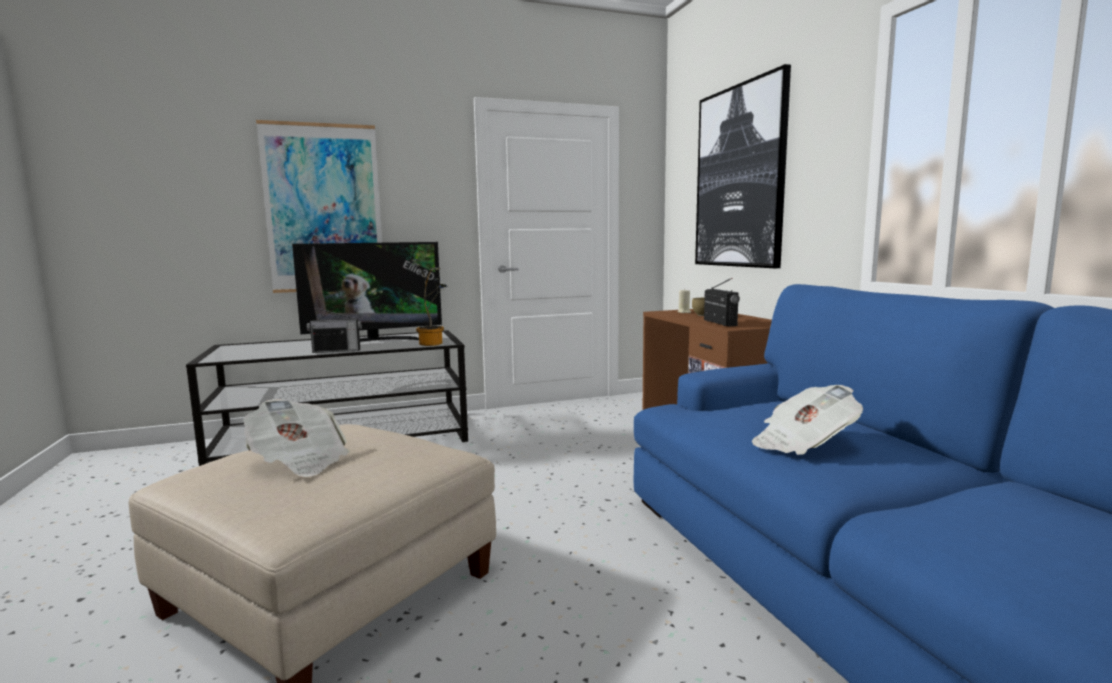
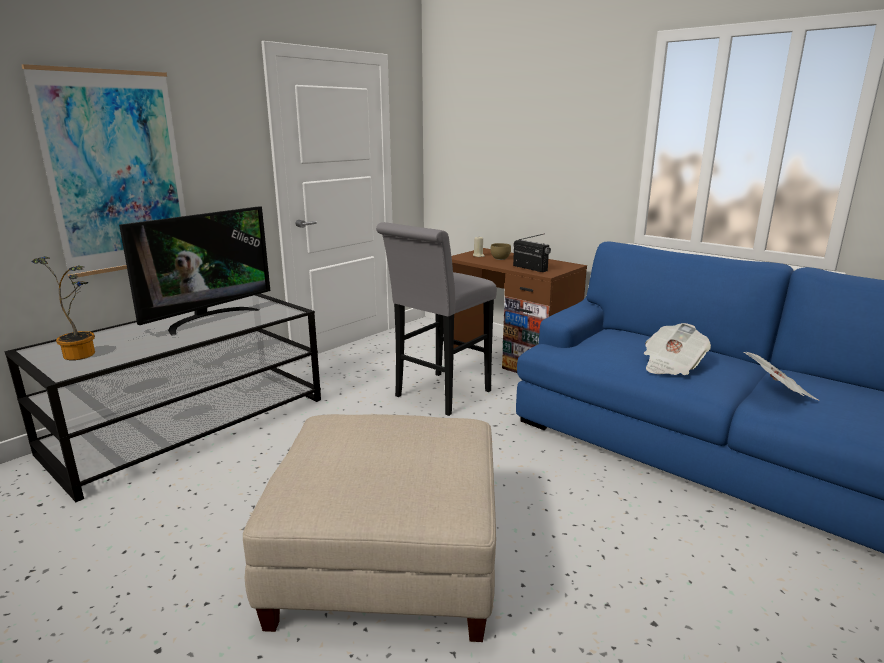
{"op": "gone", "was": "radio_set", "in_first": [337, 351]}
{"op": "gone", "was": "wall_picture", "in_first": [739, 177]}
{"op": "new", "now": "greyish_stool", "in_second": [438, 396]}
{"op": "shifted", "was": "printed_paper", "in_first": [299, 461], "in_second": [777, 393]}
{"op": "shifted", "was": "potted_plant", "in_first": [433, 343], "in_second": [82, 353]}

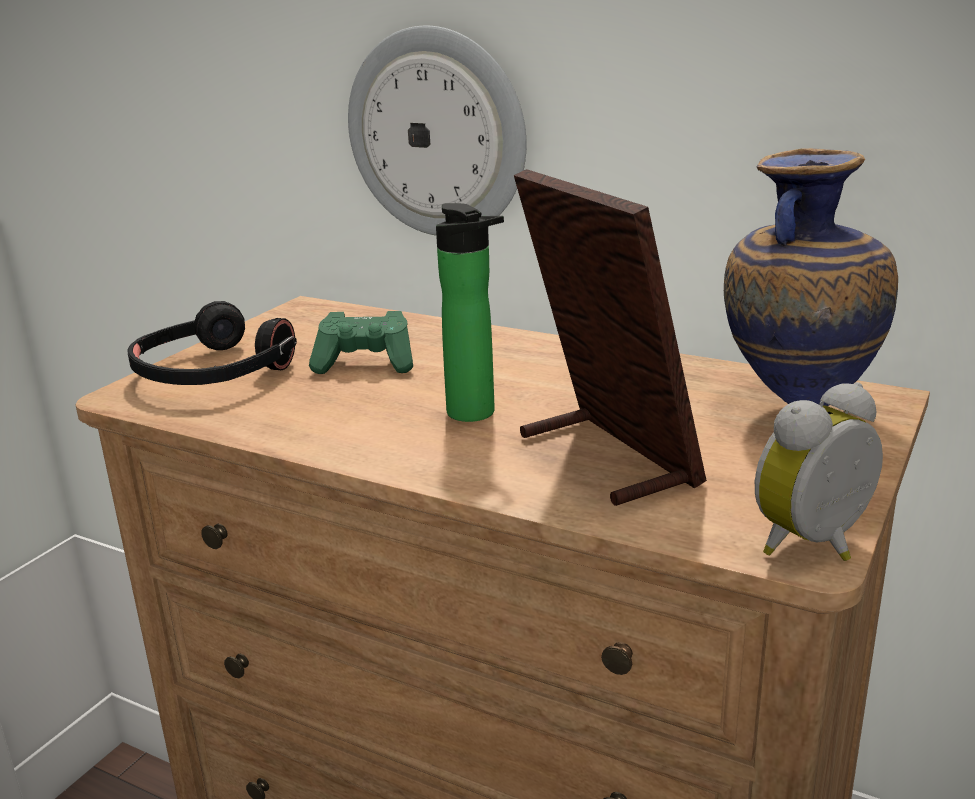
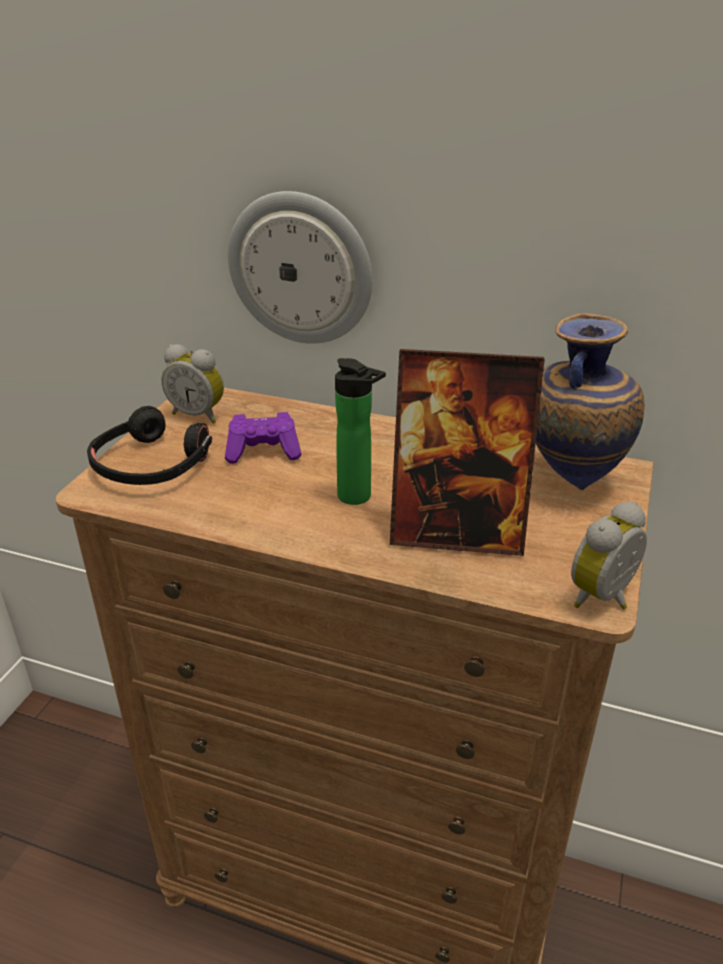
{"op": "new", "now": "bedside_clock", "in_second": [199, 415]}
{"op": "repainted", "was": "green-coloured_gamepad", "now": "purple_gamepad", "in_first": [366, 364], "in_second": [264, 452]}
{"op": "rotated", "was": "photo_frame", "in_first": [605, 457], "in_second": [456, 532], "clockwise": 135}

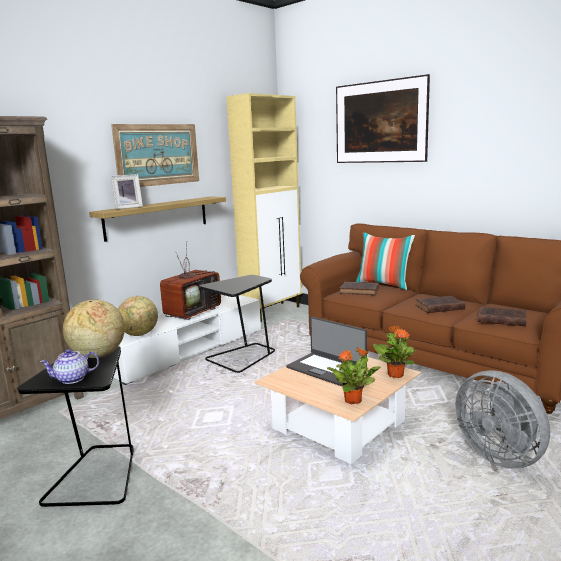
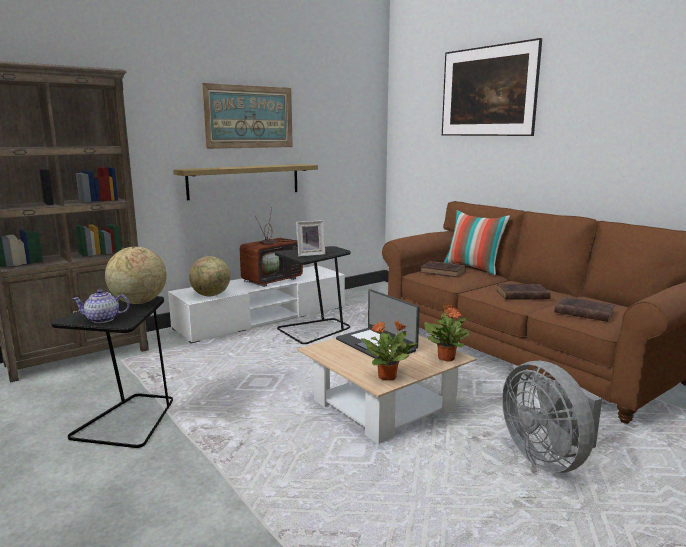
{"op": "gone", "was": "beige-coloured_cupboard", "in_first": [272, 311]}
{"op": "shifted", "was": "photo_frame", "in_first": [128, 207], "in_second": [310, 254]}

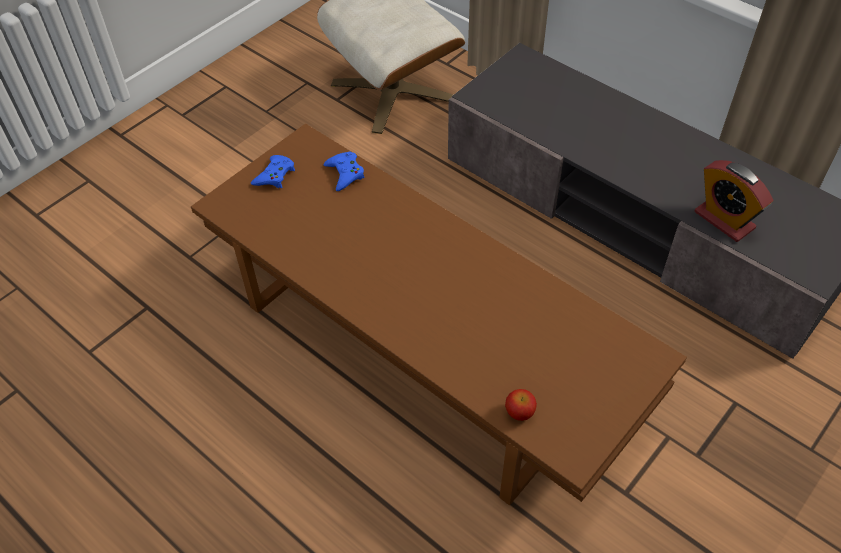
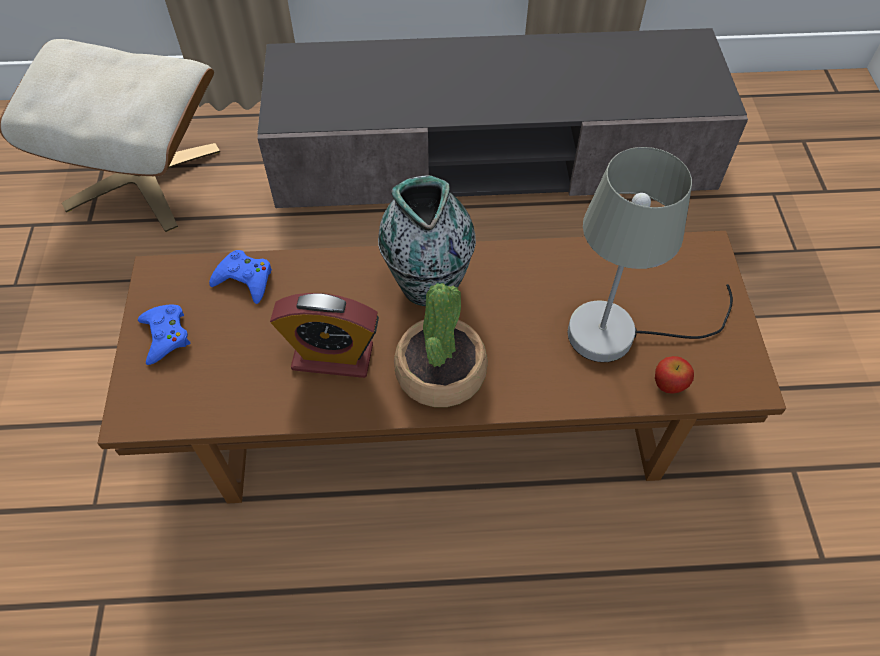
{"op": "new", "now": "flower_vase", "in_second": [428, 283]}
{"op": "new", "now": "potted_plant", "in_second": [441, 372]}
{"op": "new", "now": "greyish_table_lamp", "in_second": [621, 332]}
{"op": "shifted", "was": "bedside_clock", "in_first": [724, 220], "in_second": [332, 357]}

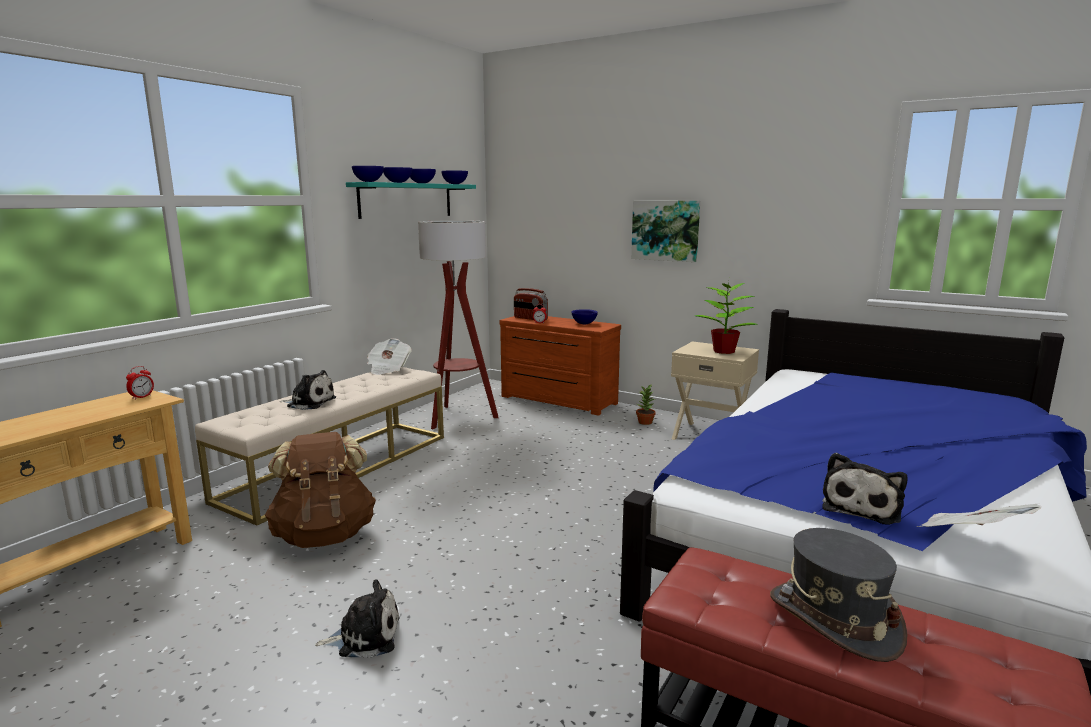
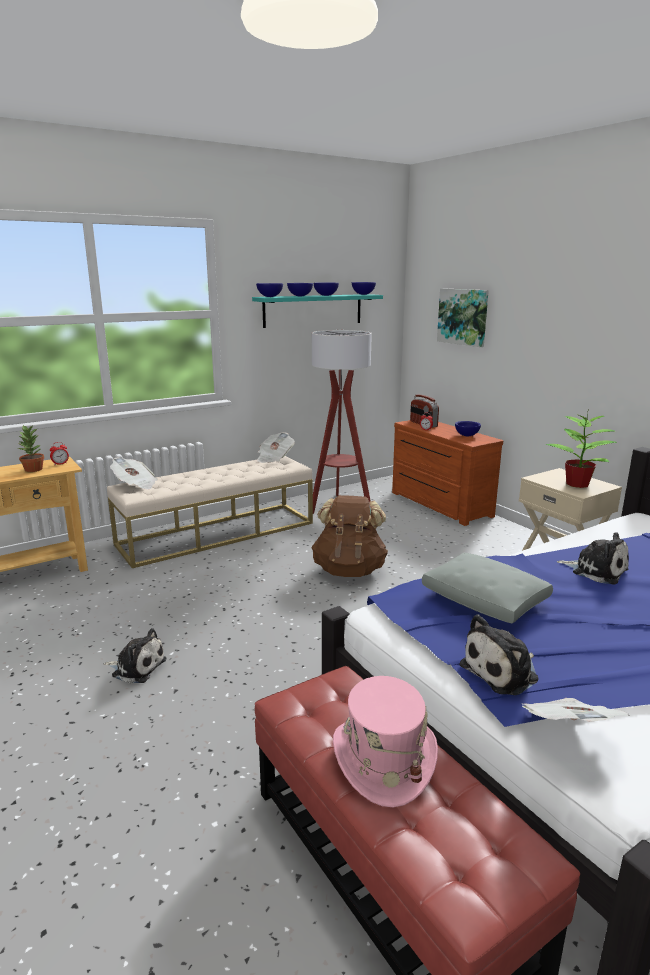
{"op": "new", "now": "printed_paper", "in_second": [135, 484]}
{"op": "new", "now": "greyish_throw_pillow", "in_second": [485, 601]}
{"op": "shifted", "was": "brown_backpack", "in_first": [324, 535], "in_second": [349, 570]}
{"op": "shifted", "was": "cuddly_toy", "in_first": [309, 403], "in_second": [596, 570]}
{"op": "shifted", "was": "wall_picture", "in_first": [665, 230], "in_second": [463, 316]}
{"op": "shifted", "was": "potted_plant", "in_first": [645, 422], "in_second": [33, 469]}
{"op": "repainted", "was": "greyish_hat", "now": "pink_hat", "in_first": [833, 620], "in_second": [383, 759]}

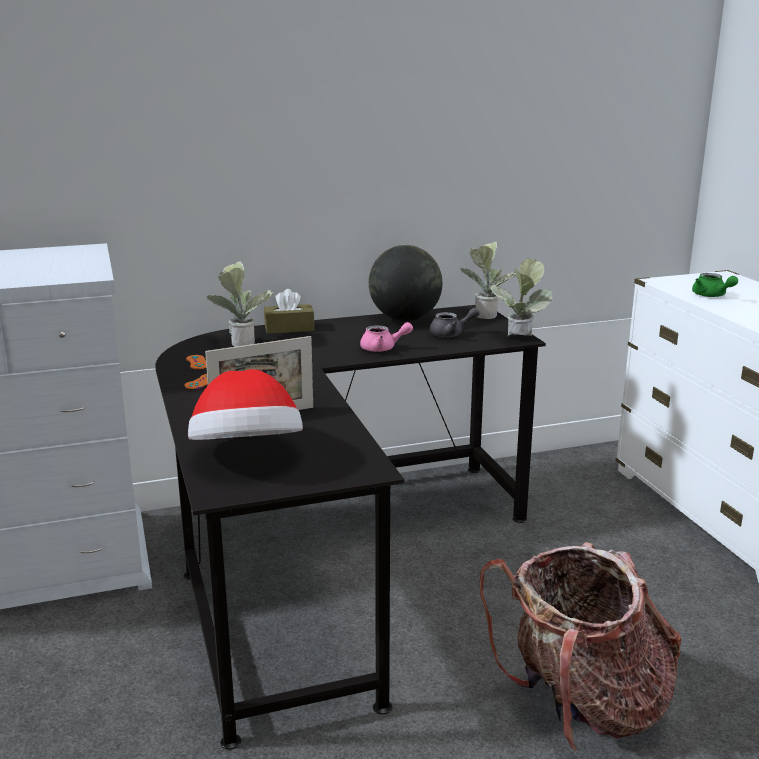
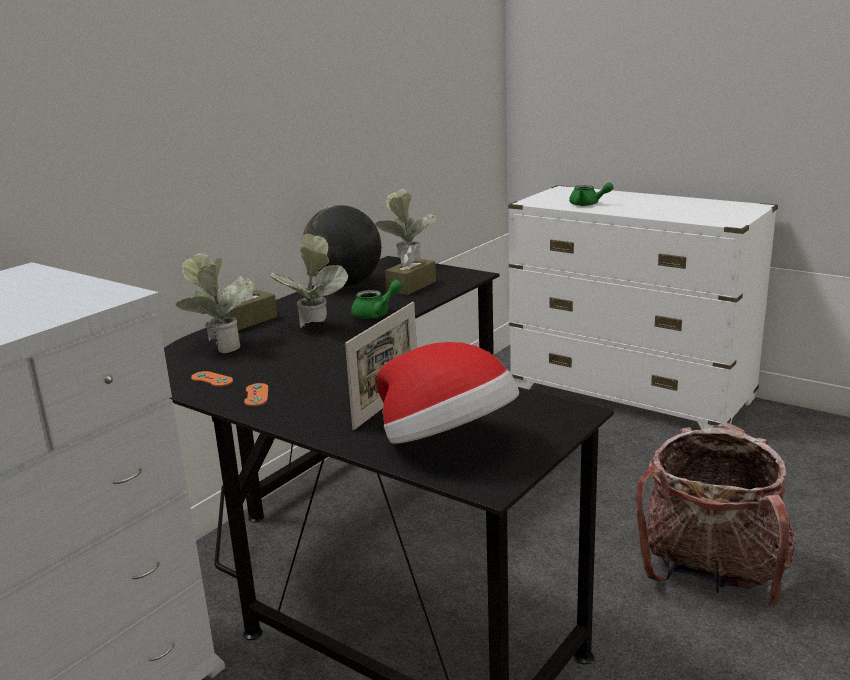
{"op": "shifted", "was": "potted_plant", "in_first": [518, 340], "in_second": [315, 328]}
{"op": "swapped", "was": "greyish_tea_pot", "now": "brown_tissue_holder", "in_first": [451, 334], "in_second": [411, 286]}
{"op": "repainted", "was": "pink_tea_pot", "now": "green-coloured_tea_pot", "in_first": [383, 348], "in_second": [376, 314]}

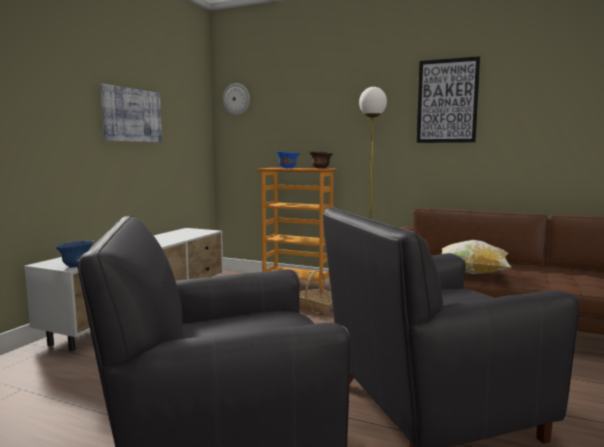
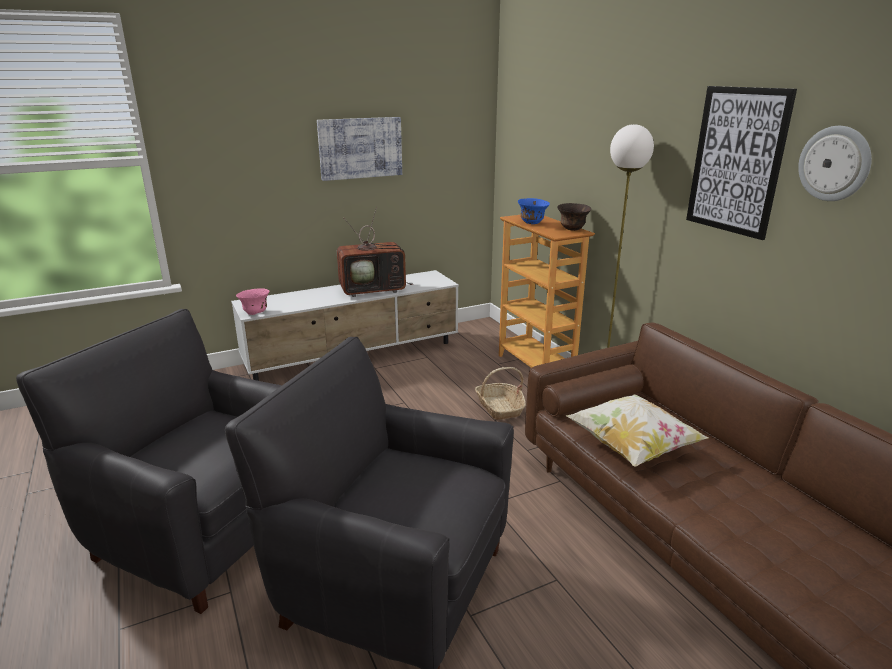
{"op": "new", "now": "television", "in_second": [374, 289]}
{"op": "shifted", "was": "hanging_clock", "in_first": [237, 99], "in_second": [834, 163]}
{"op": "repainted", "was": "blue_serving_bowl", "now": "pink_serving_bowl", "in_first": [76, 266], "in_second": [255, 313]}

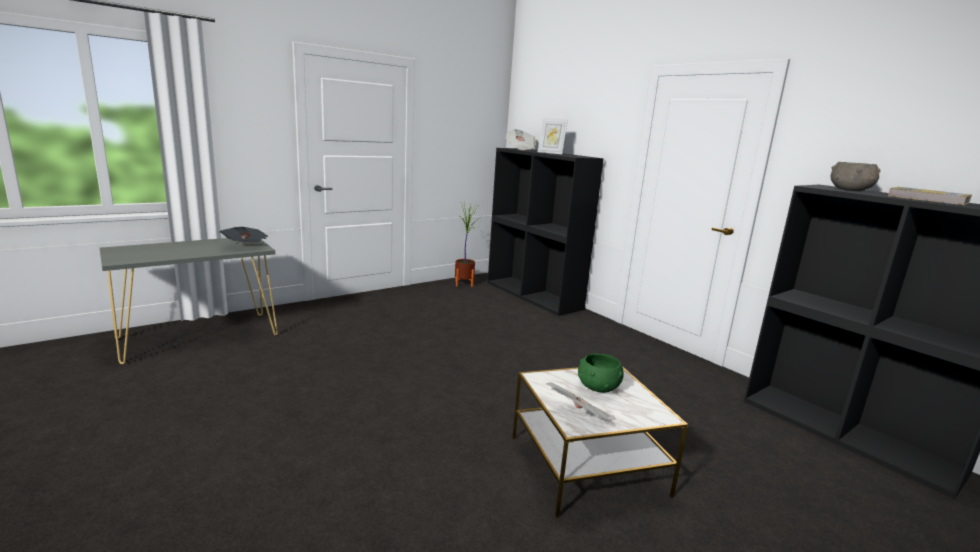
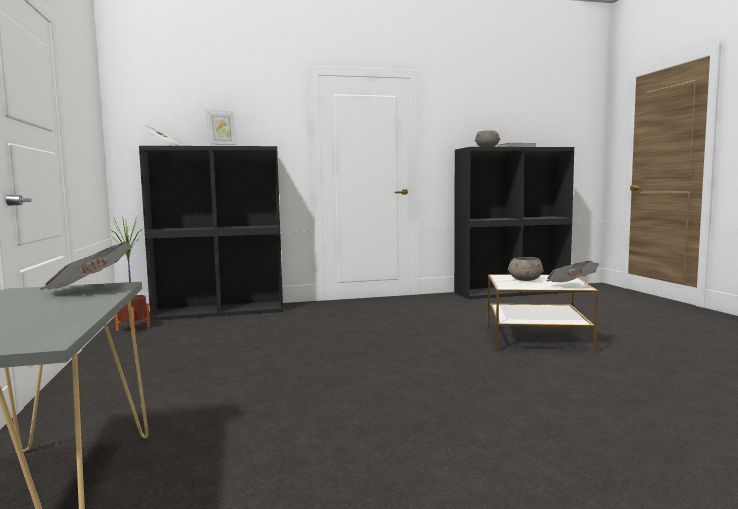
{"op": "repainted", "was": "green-coloured_serving_bowl", "now": "greyish_serving_bowl", "in_first": [597, 387], "in_second": [525, 280]}

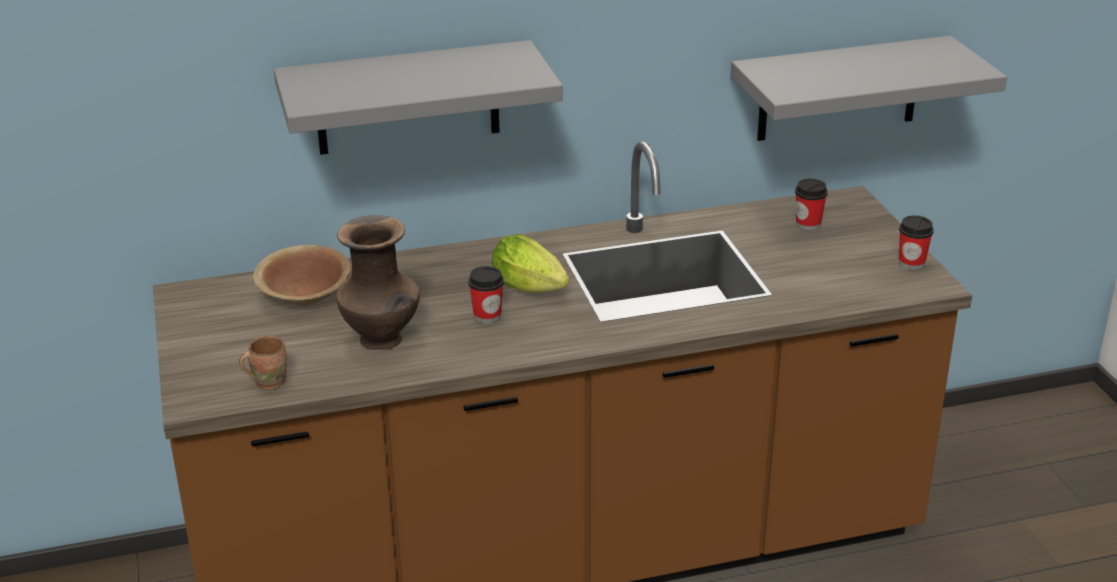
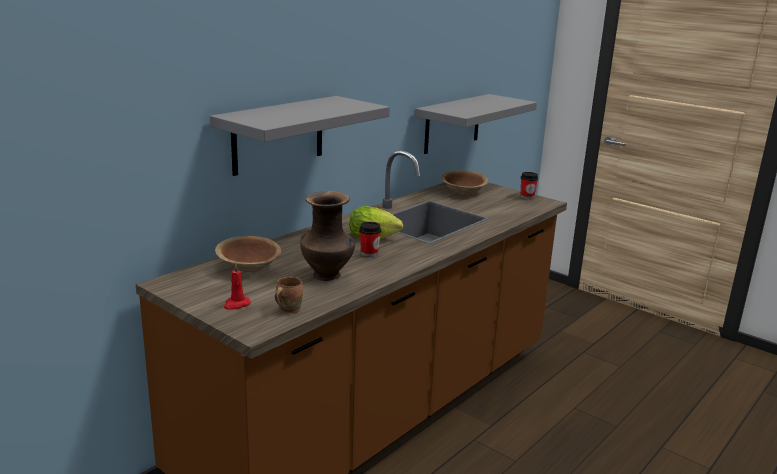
{"op": "new", "now": "reddish_wax_light", "in_second": [236, 304]}
{"op": "swapped", "was": "drinking_cup", "now": "brown_serving_bowl", "in_first": [808, 224], "in_second": [463, 192]}

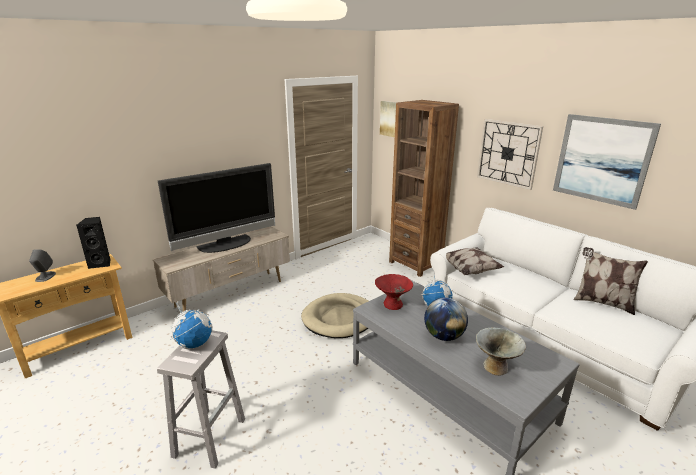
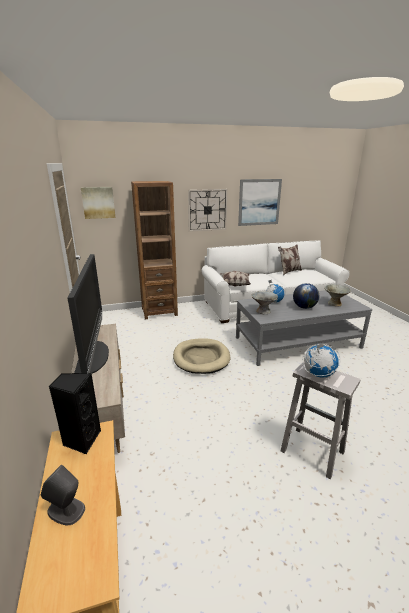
{"op": "repainted", "was": "reddish_serving_bowl", "now": "greyish_serving_bowl", "in_first": [392, 304], "in_second": [263, 311]}

